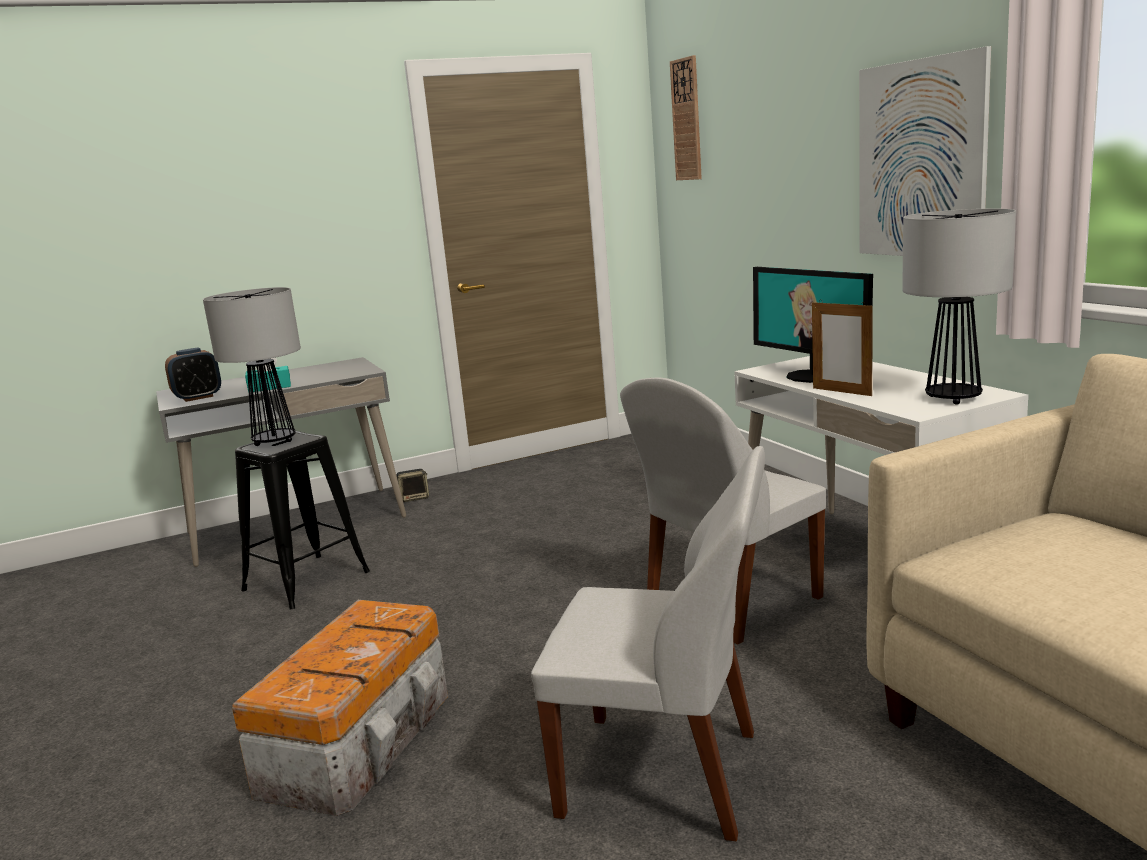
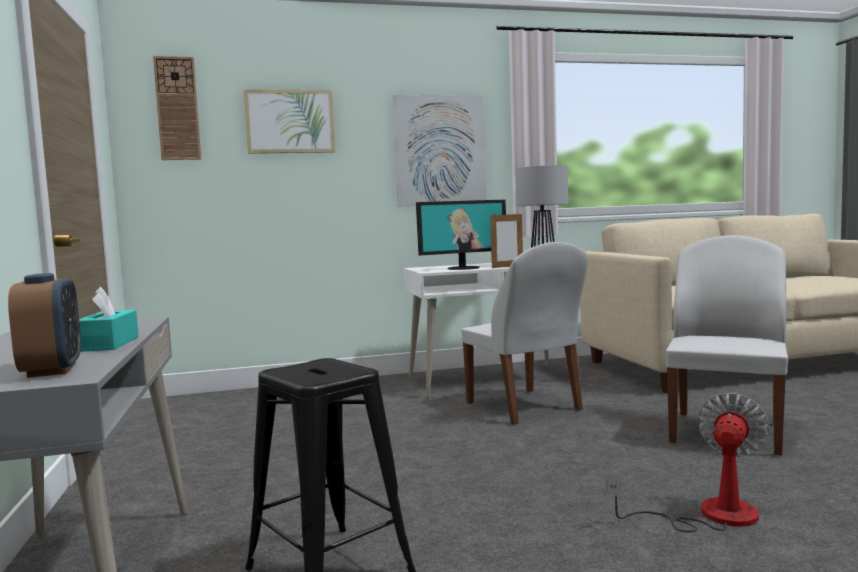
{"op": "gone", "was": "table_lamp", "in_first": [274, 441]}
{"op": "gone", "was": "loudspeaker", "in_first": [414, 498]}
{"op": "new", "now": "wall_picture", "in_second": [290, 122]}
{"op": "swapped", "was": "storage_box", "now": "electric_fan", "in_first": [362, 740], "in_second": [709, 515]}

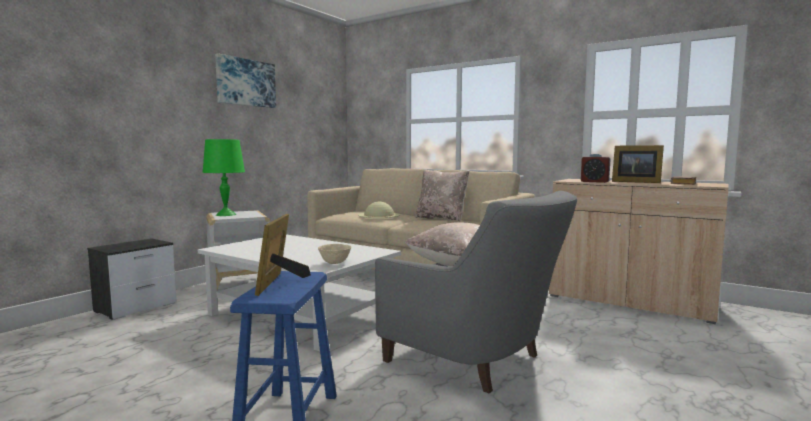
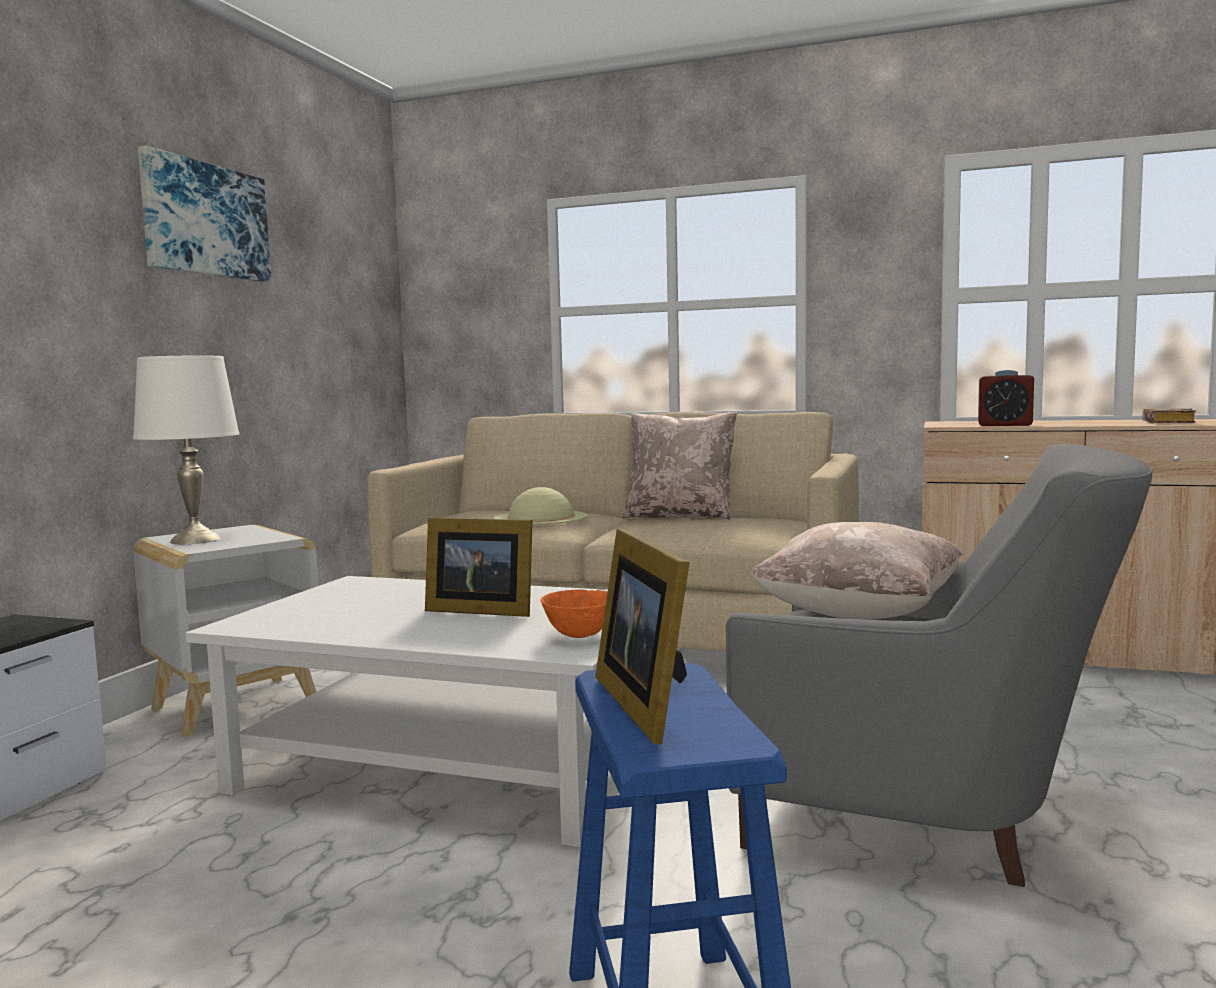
{"op": "shifted", "was": "photo_frame", "in_first": [634, 182], "in_second": [479, 610]}
{"op": "repainted", "was": "green-coloured_table_lamp", "now": "white_table_lamp", "in_first": [225, 214], "in_second": [194, 540]}
{"op": "repainted", "was": "beige-coloured_serving_bowl", "now": "orange_serving_bowl", "in_first": [335, 263], "in_second": [580, 636]}

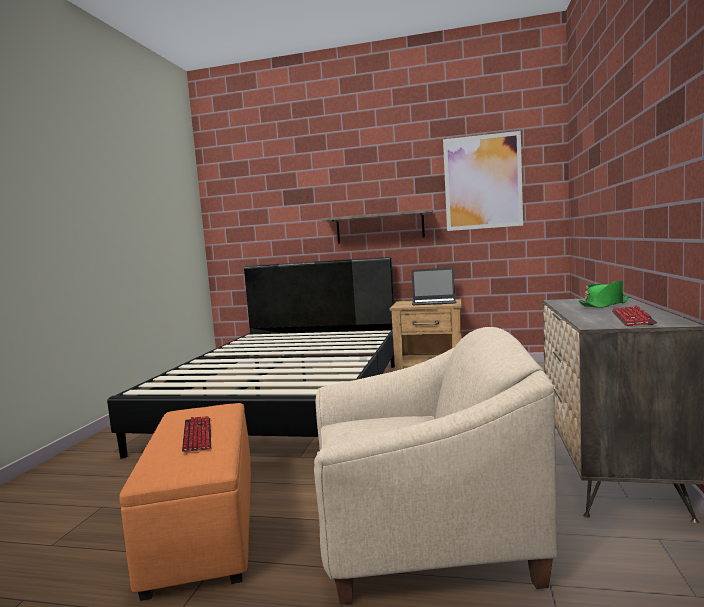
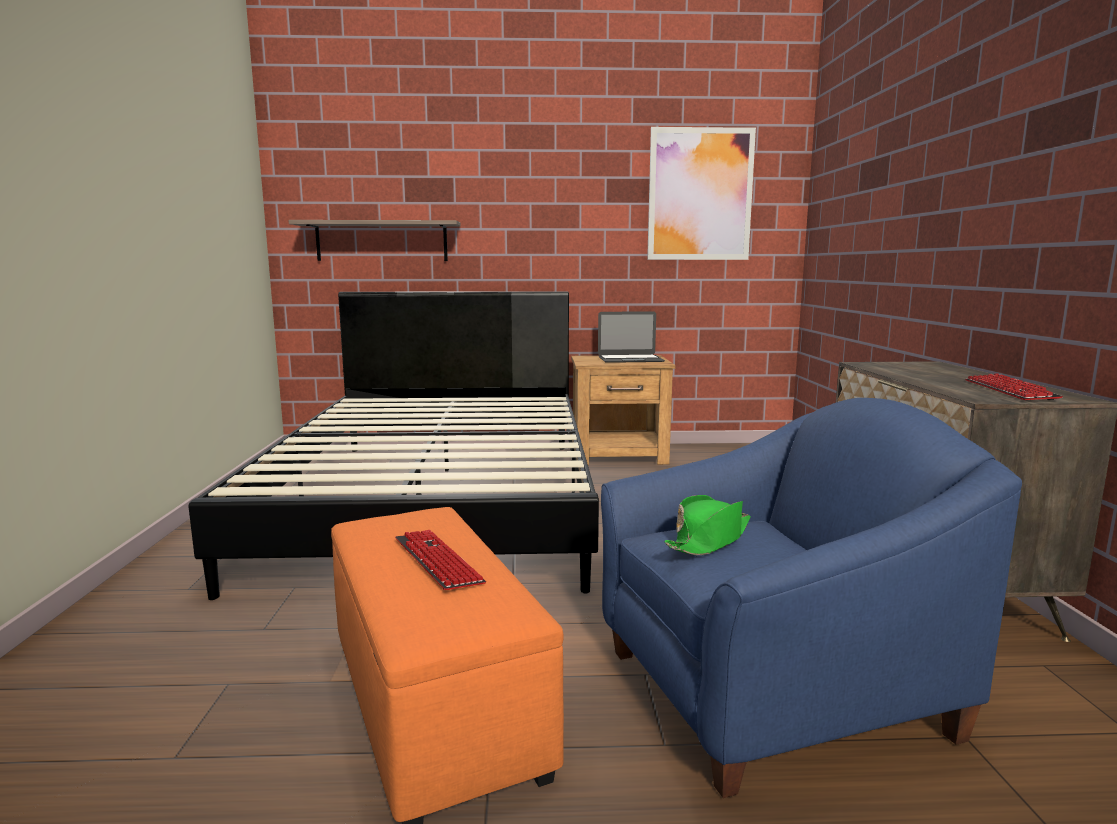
{"op": "shifted", "was": "bracket_shelf", "in_first": [379, 227], "in_second": [382, 241]}
{"op": "shifted", "was": "green-coloured_hat", "in_first": [604, 305], "in_second": [709, 539]}
{"op": "repainted", "was": "beige-coloured_lounge_chair", "now": "blue_lounge_chair", "in_first": [423, 540], "in_second": [770, 692]}

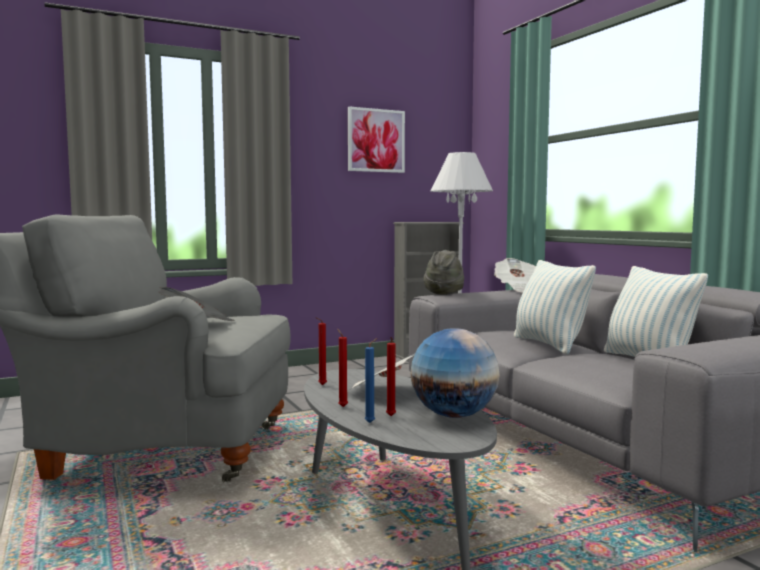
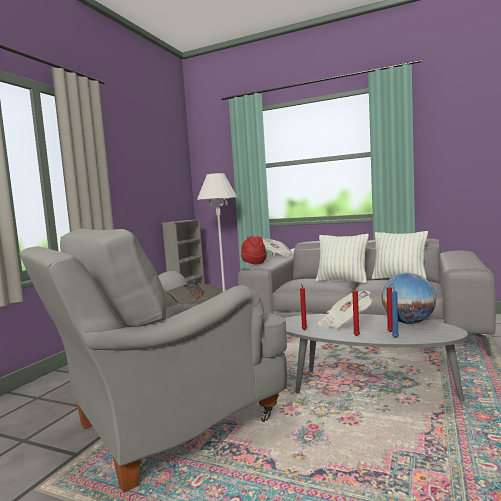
{"op": "gone", "was": "wall_picture", "in_first": [376, 140]}
{"op": "repainted", "was": "greyish_hat", "now": "reddish_hat", "in_first": [444, 292], "in_second": [253, 263]}

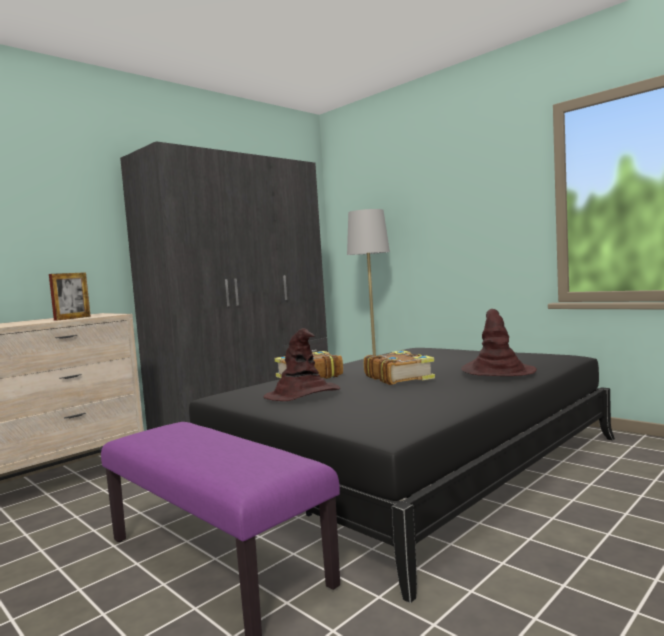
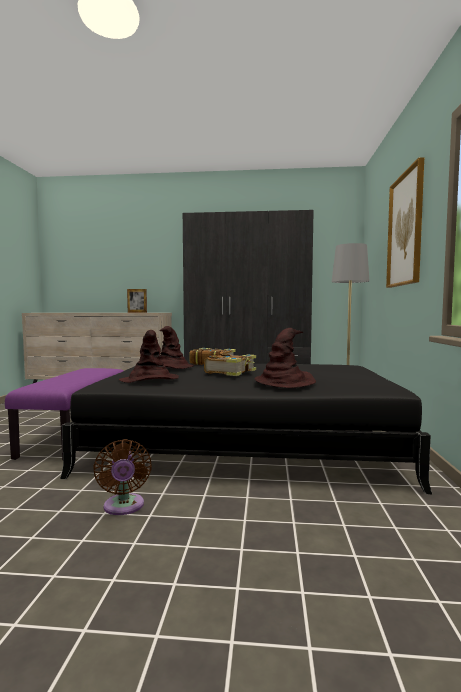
{"op": "new", "now": "brown_electric_fan", "in_second": [124, 507]}
{"op": "new", "now": "brown_hat", "in_second": [149, 380]}
{"op": "new", "now": "wall_picture", "in_second": [405, 230]}

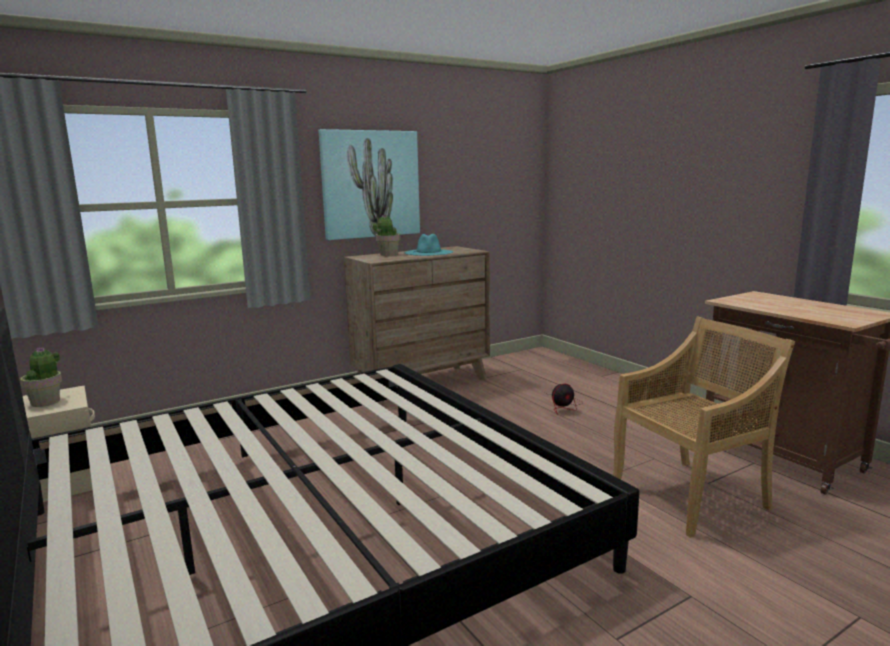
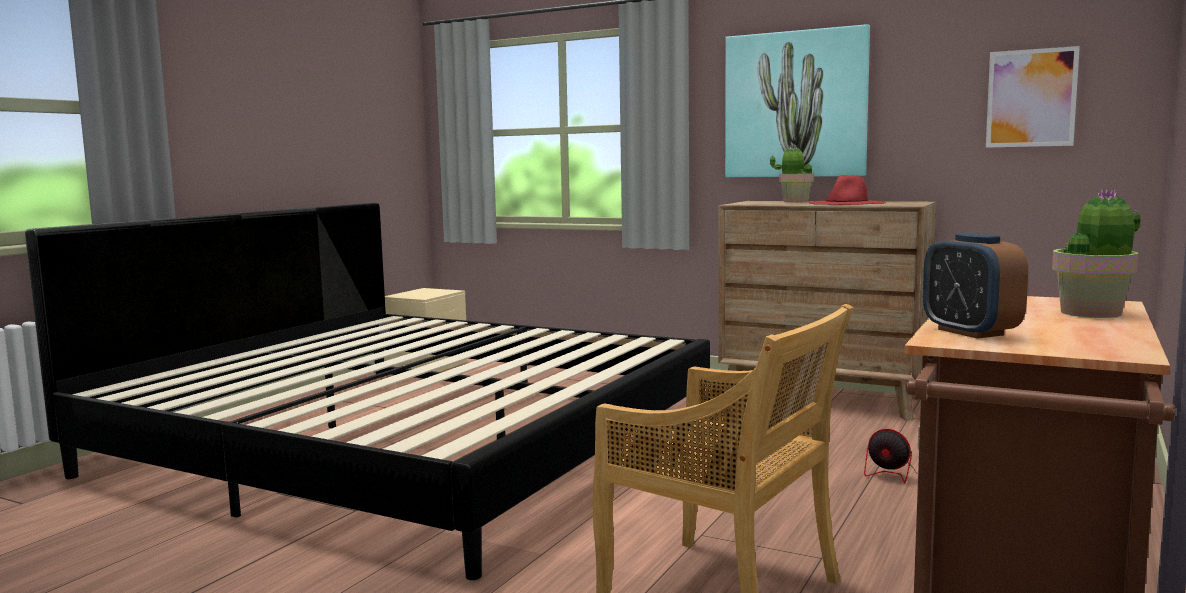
{"op": "new", "now": "bedside_clock", "in_second": [970, 332]}
{"op": "new", "now": "wall_picture", "in_second": [1031, 98]}
{"op": "shifted", "was": "potted_plant", "in_first": [46, 402], "in_second": [1092, 313]}
{"op": "repainted", "was": "turquoise-coloured_hat", "now": "reddish_hat", "in_first": [429, 252], "in_second": [847, 203]}

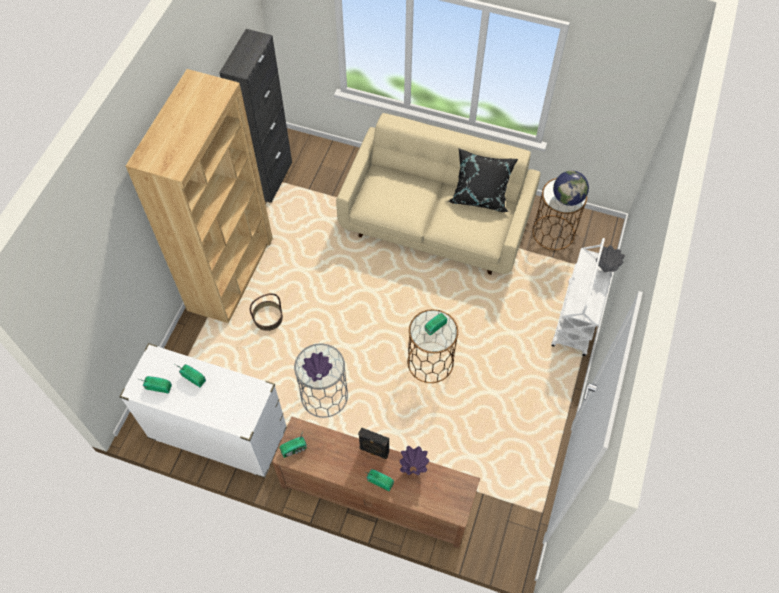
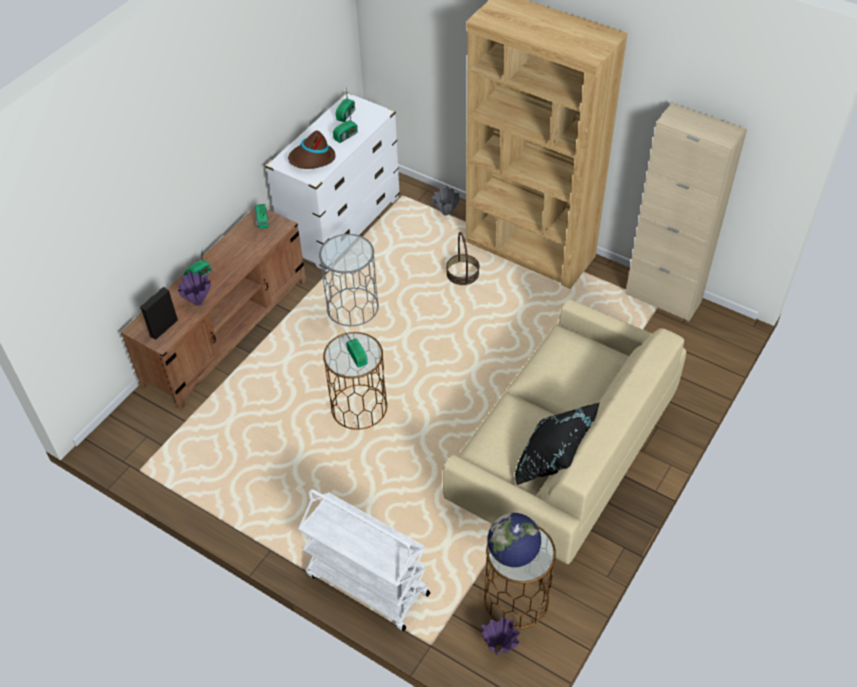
{"op": "new", "now": "brown_hat", "in_second": [312, 159]}
{"op": "shifted", "was": "purple_flower_vase", "in_first": [319, 376], "in_second": [500, 649]}
{"op": "shifted", "was": "black_loudspeaker", "in_first": [373, 451], "in_second": [163, 328]}
{"op": "shifted", "was": "greyish_flower_vase", "in_first": [605, 270], "in_second": [445, 214]}
{"op": "repainted", "was": "black_cupboard", "now": "beige-coloured_cupboard", "in_first": [270, 179], "in_second": [663, 298]}

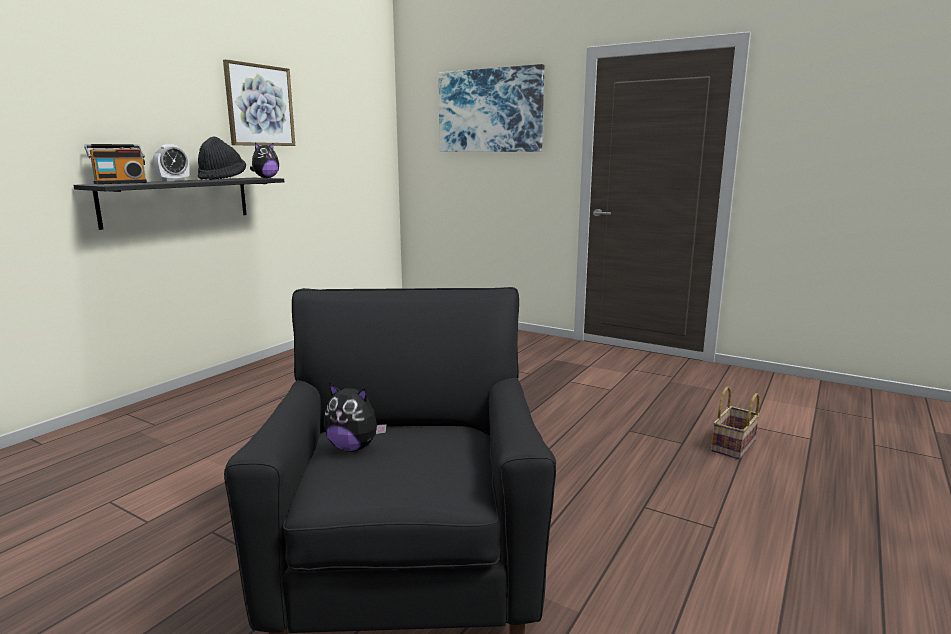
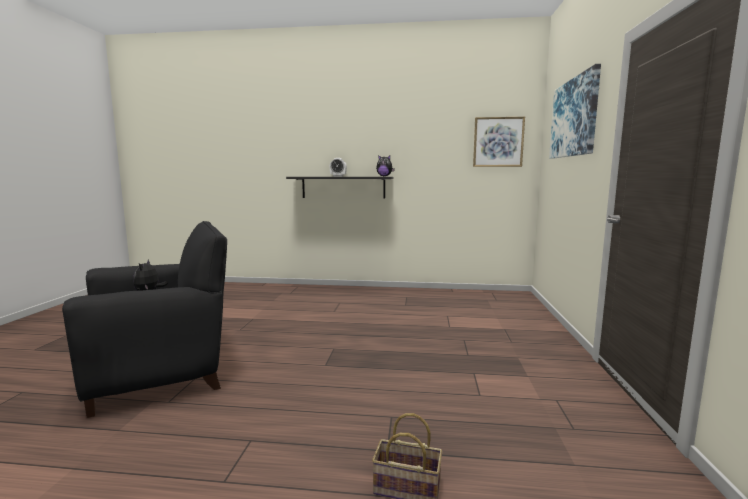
{"op": "gone", "was": "radio_set", "in_first": [120, 183]}
{"op": "gone", "was": "black_hat", "in_first": [222, 179]}
{"op": "shifted", "was": "wall_picture", "in_first": [260, 105], "in_second": [498, 142]}

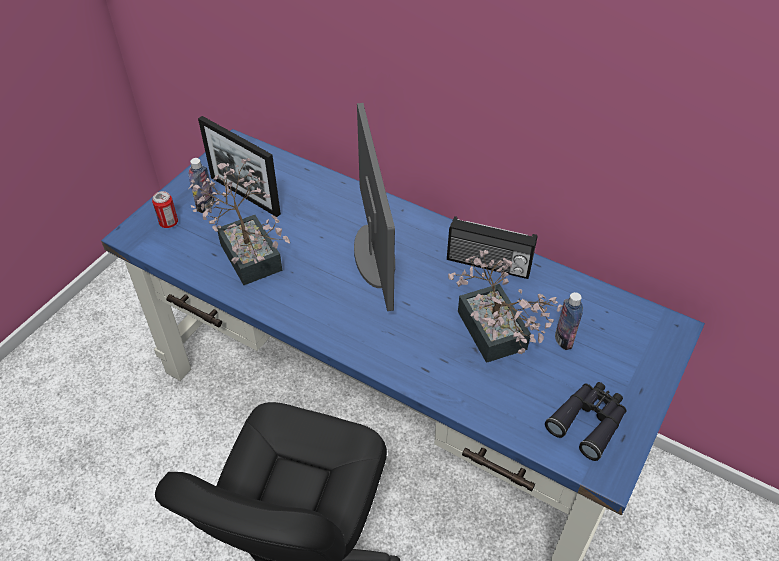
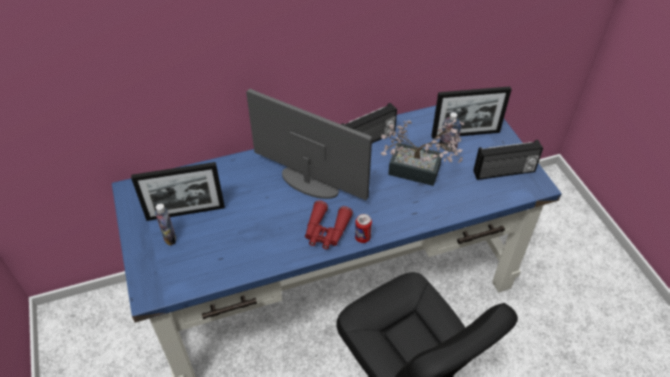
{"op": "gone", "was": "potted_plant", "in_first": [248, 251]}
{"op": "new", "now": "reddish_binoculars", "in_second": [326, 231]}
{"op": "new", "now": "photo_frame", "in_second": [465, 134]}
{"op": "shifted", "was": "can", "in_first": [168, 223], "in_second": [362, 237]}
{"op": "swapped", "was": "black_binoculars", "now": "radio_set", "in_first": [588, 421], "in_second": [504, 172]}

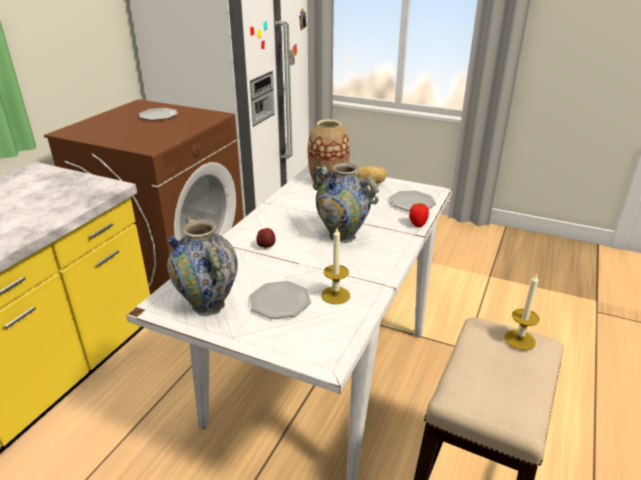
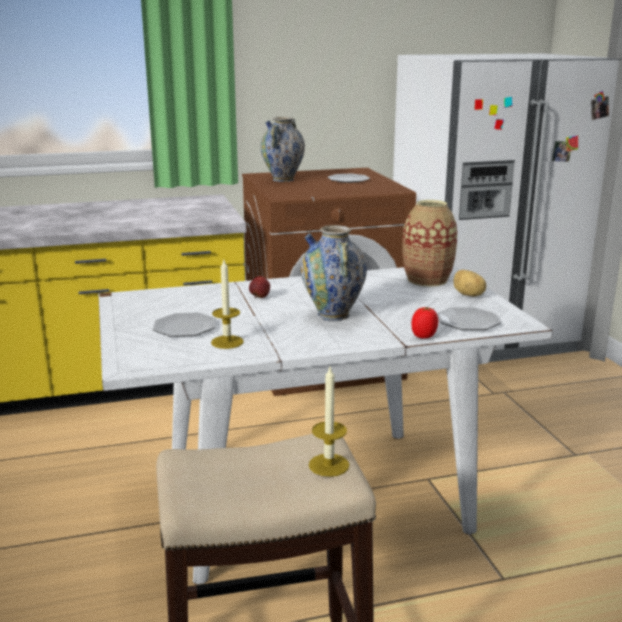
{"op": "shifted", "was": "flower_vase", "in_first": [208, 306], "in_second": [283, 180]}

